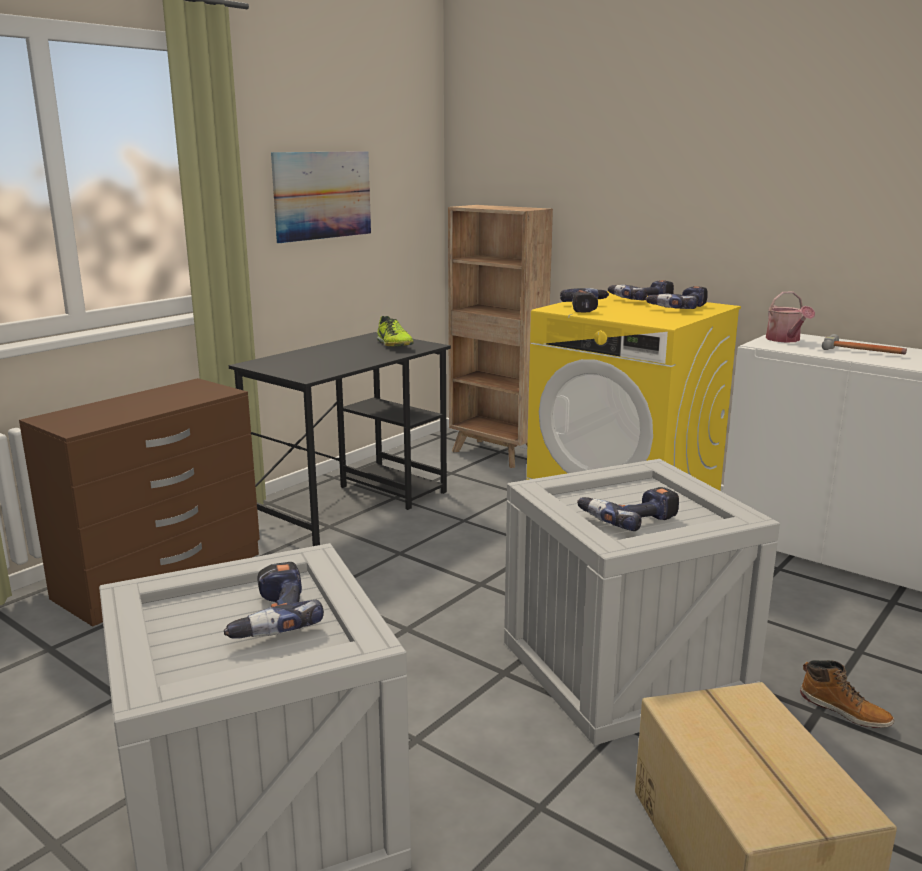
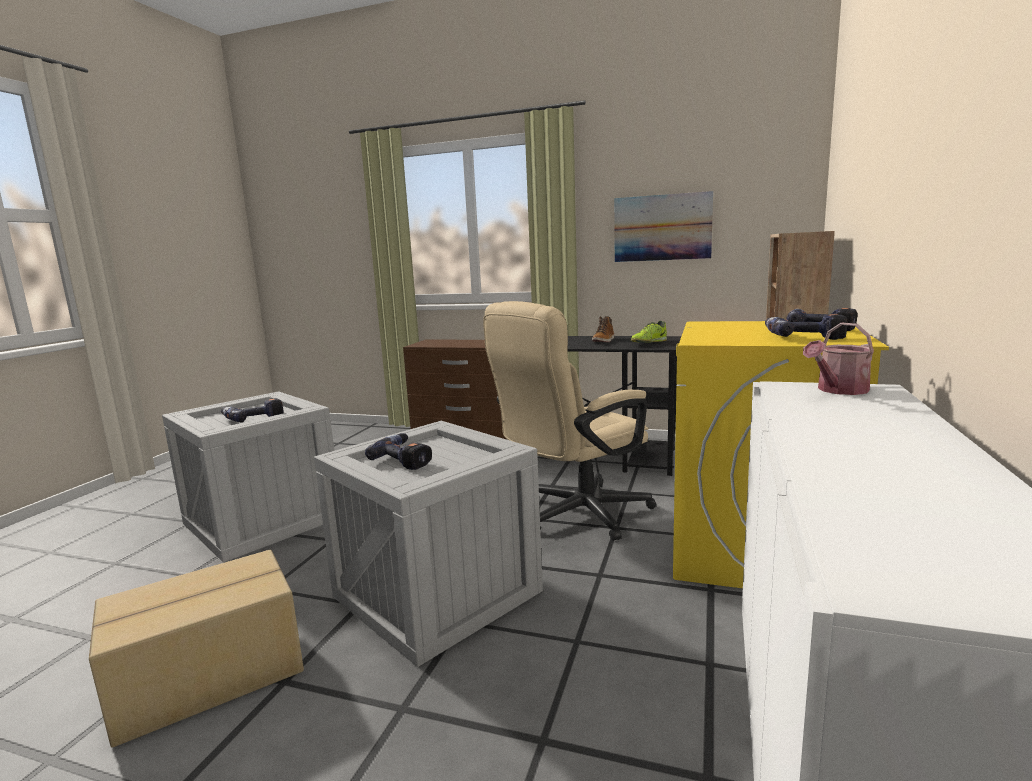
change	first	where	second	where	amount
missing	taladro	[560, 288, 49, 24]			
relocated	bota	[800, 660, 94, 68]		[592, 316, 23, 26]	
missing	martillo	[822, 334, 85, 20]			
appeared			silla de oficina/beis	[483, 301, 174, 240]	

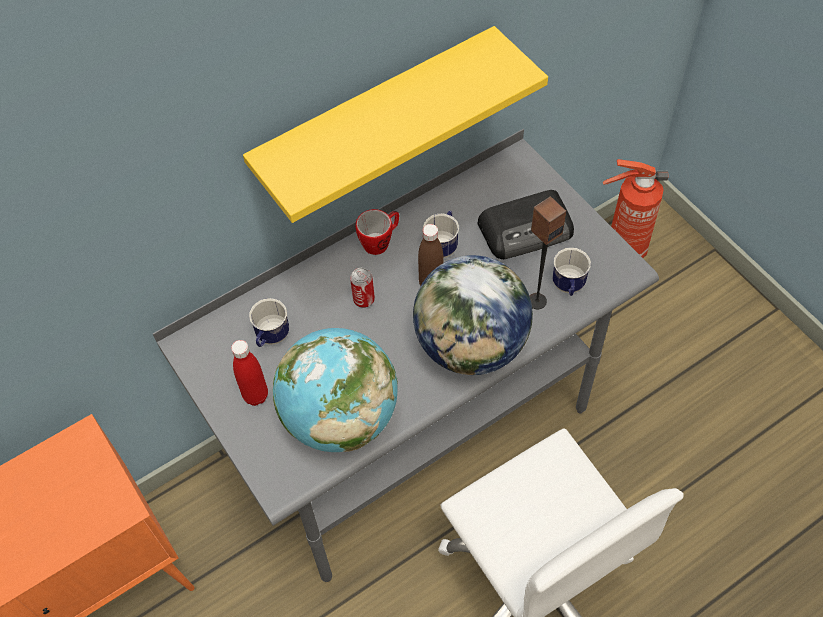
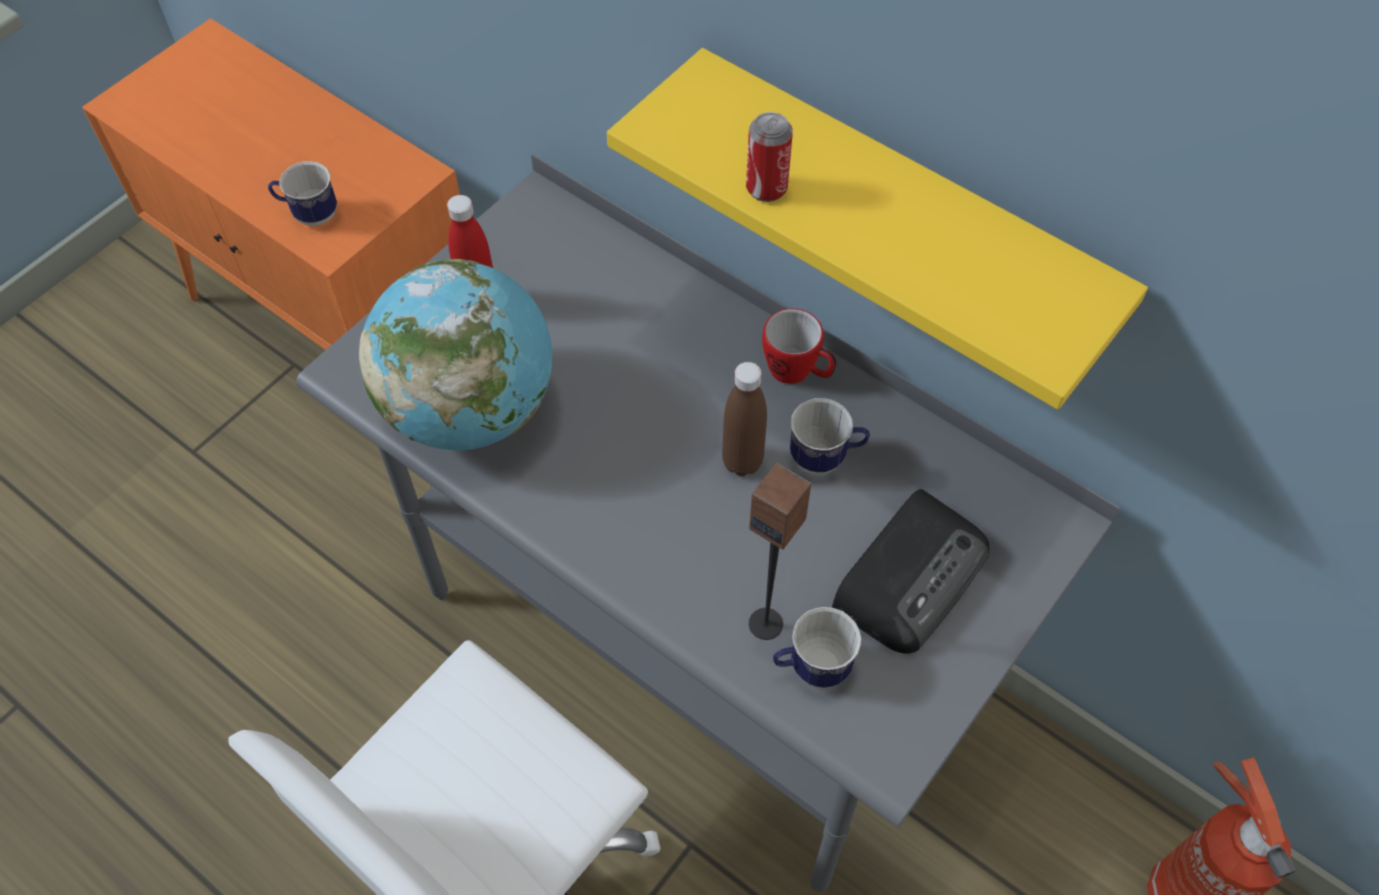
change	first	where	second	where	amount
relocated	taza grande	[249, 298, 40, 49]		[268, 161, 69, 65]	
relocated	lata	[350, 268, 25, 40]		[746, 112, 47, 90]	
missing	globo terráqueo	[413, 255, 120, 120]			
spun	radio	[478, 190, 96, 69]		[832, 489, 157, 165]	105 degrees counterclockwise

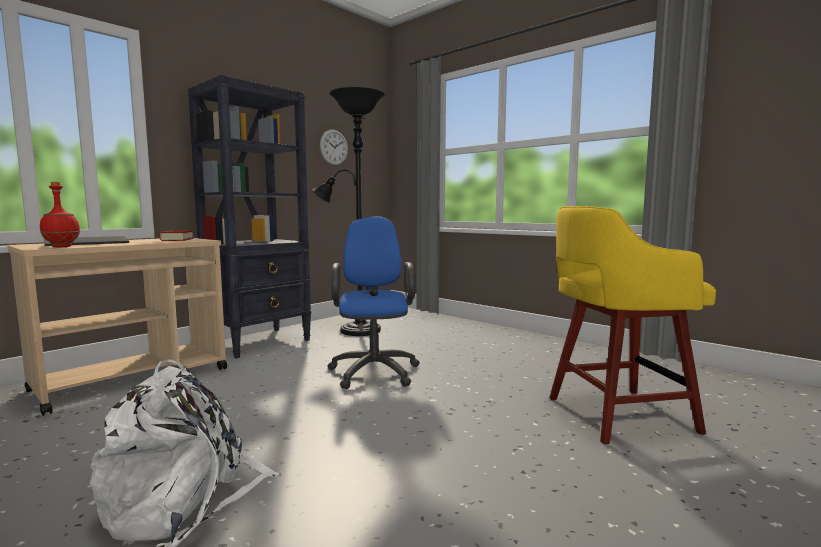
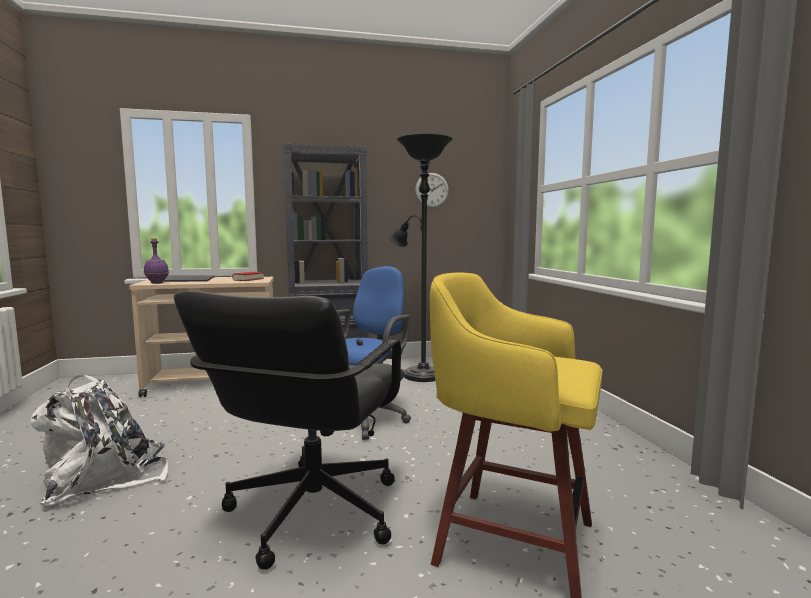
change	first	where	second	where	amount
colour	botella/rojo	[40, 182, 40, 65]	botella/morado	[144, 238, 25, 46]	
appeared			silla de oficina/negro	[174, 291, 231, 279]	

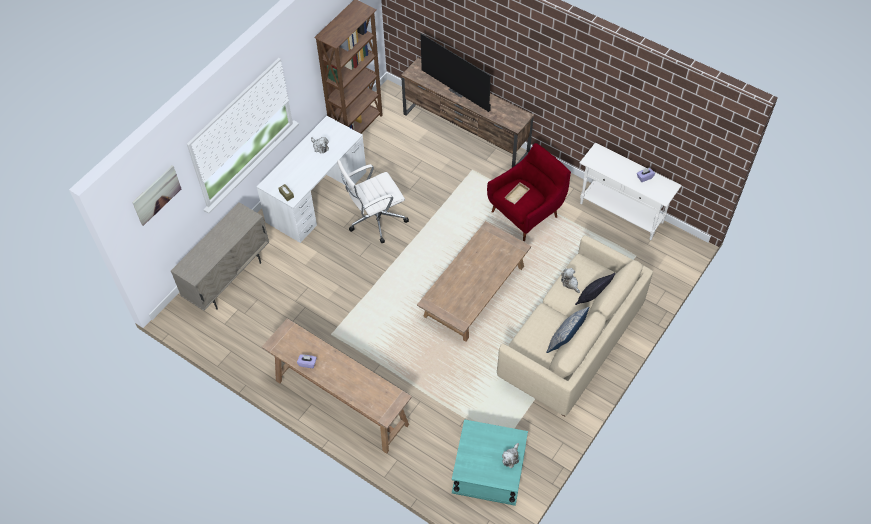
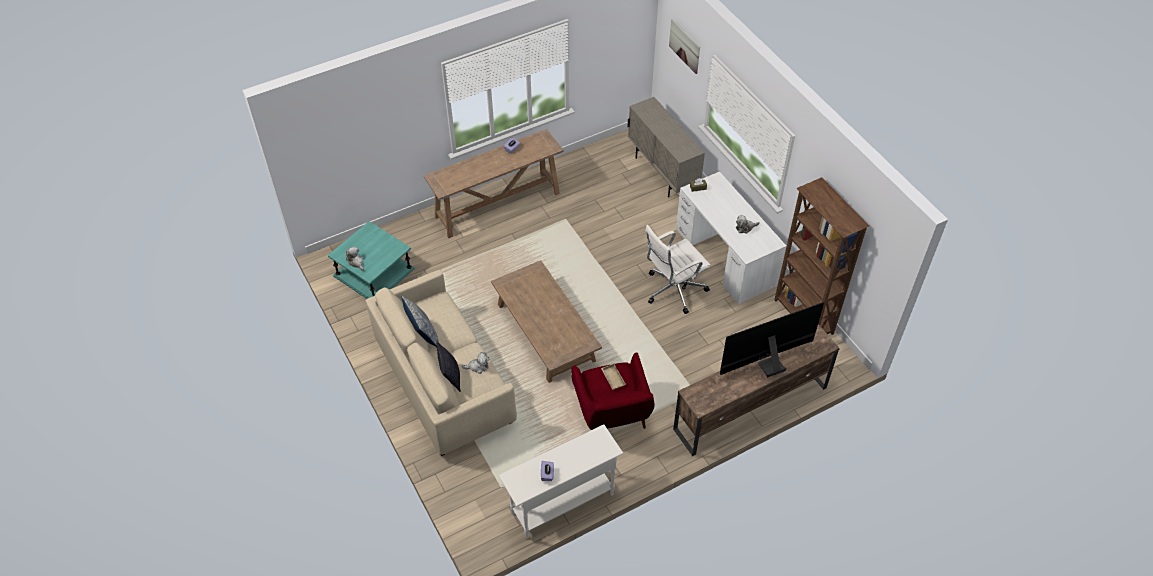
change	first	where	second	where	amount
spun	silla de oficina/blanco	[337, 159, 72, 84]		[645, 225, 66, 89]	120 degrees counterclockwise

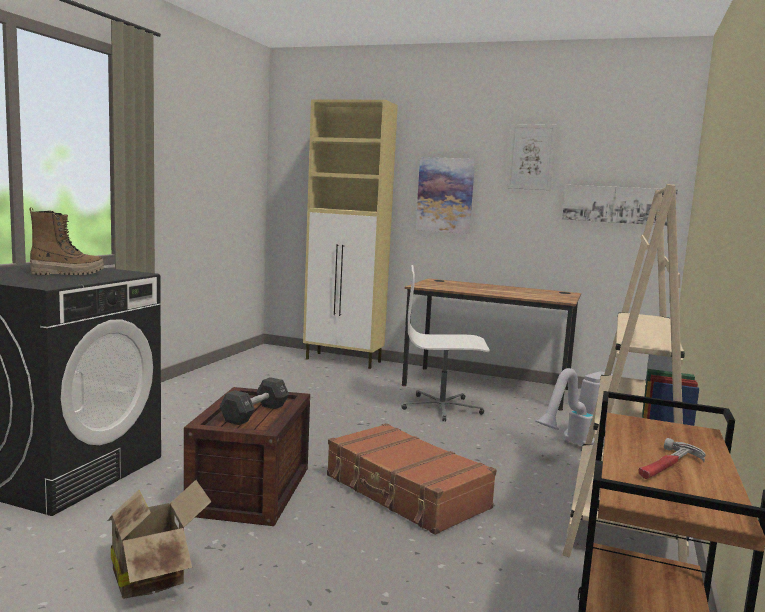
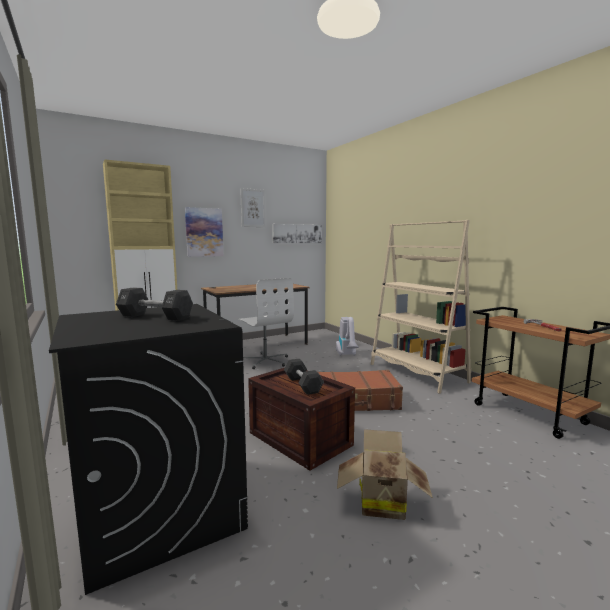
change	first	where	second	where	amount
exchanged	bota	[30, 208, 74, 67]	mancuerna/negro	[116, 287, 77, 34]	
spun	silla de oficina/blanco	[402, 265, 88, 157]		[238, 278, 56, 91]	75 degrees counterclockwise

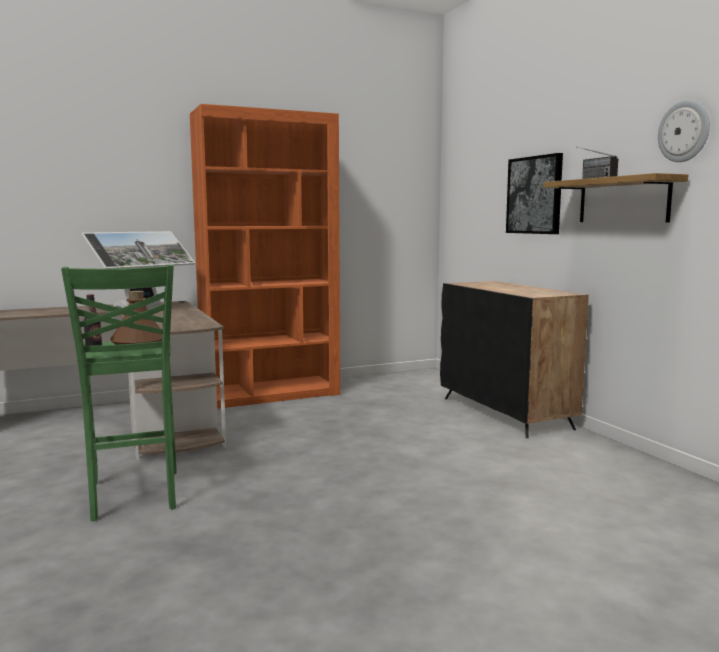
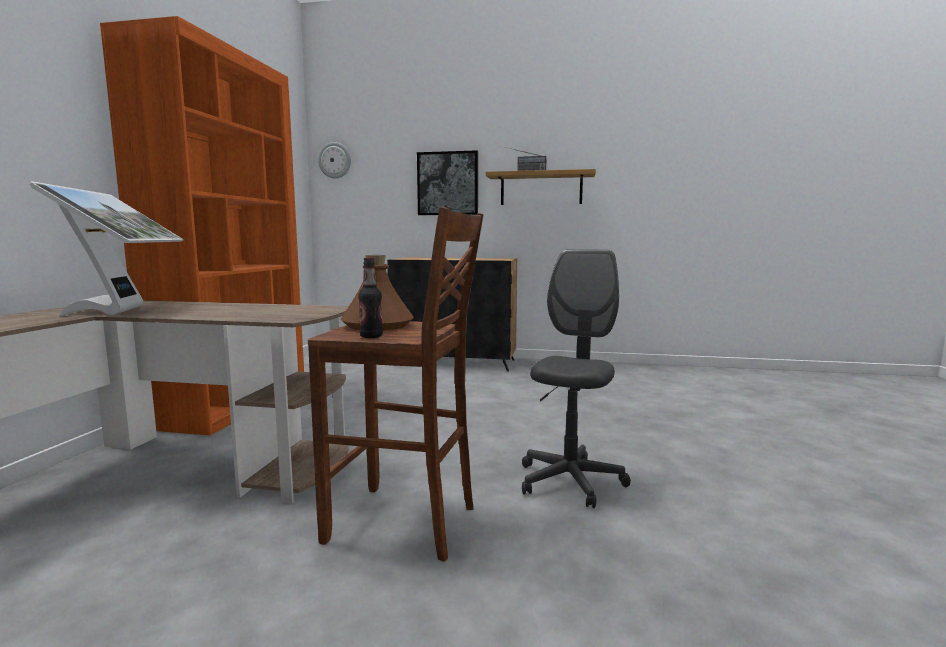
change	first	where	second	where	amount
colour	taburete/verde	[61, 264, 116, 257]	taburete/marrón	[308, 207, 175, 355]	
relocated	reloj de pared	[658, 100, 52, 62]		[318, 142, 33, 37]	
appeared			silla de oficina/gris	[522, 249, 109, 260]	

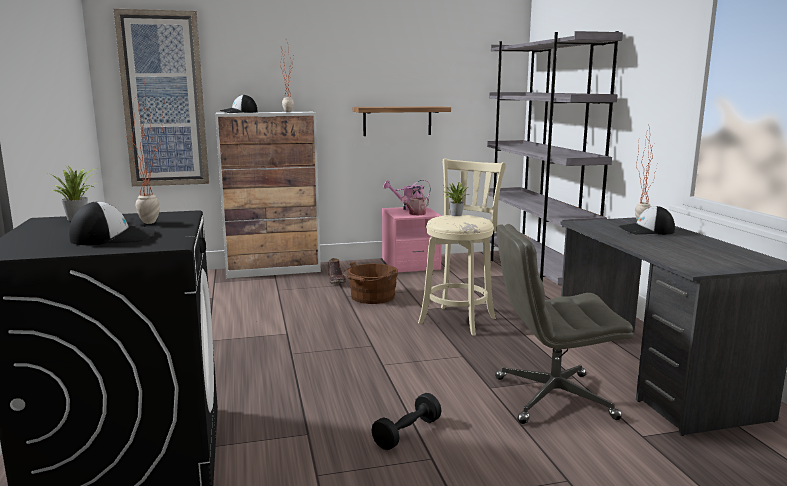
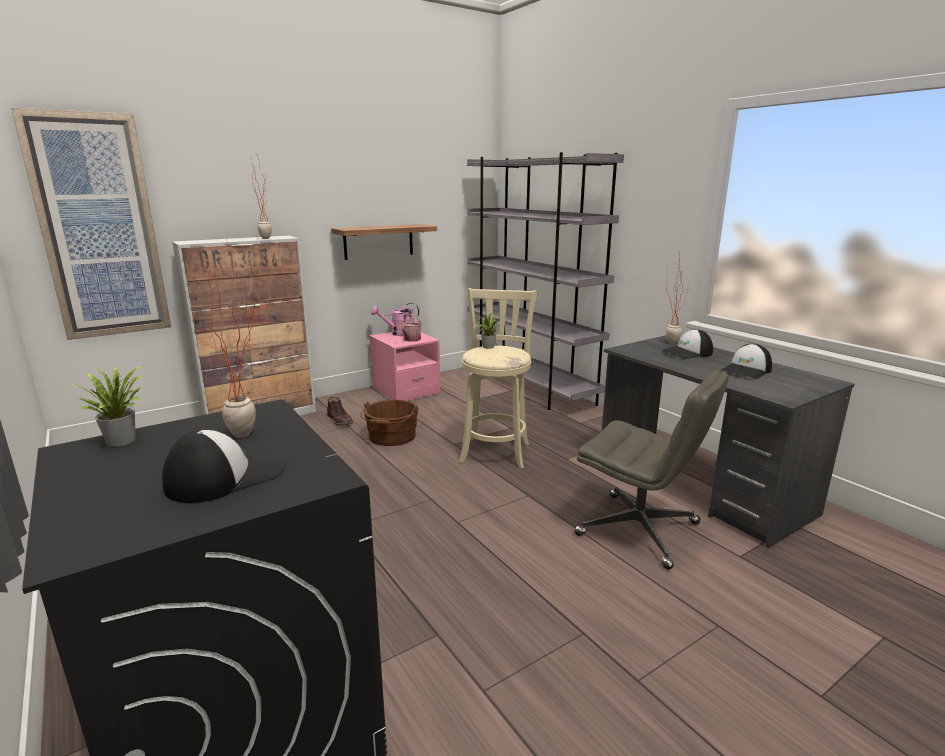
change	first	where	second	where	amount
relocated	gorra	[220, 95, 38, 18]		[721, 344, 51, 35]	
missing	mancuerna/negro	[372, 393, 69, 57]			
spun	silla de oficina/gris	[495, 224, 138, 200]		[574, 370, 155, 200]	120 degrees counterclockwise

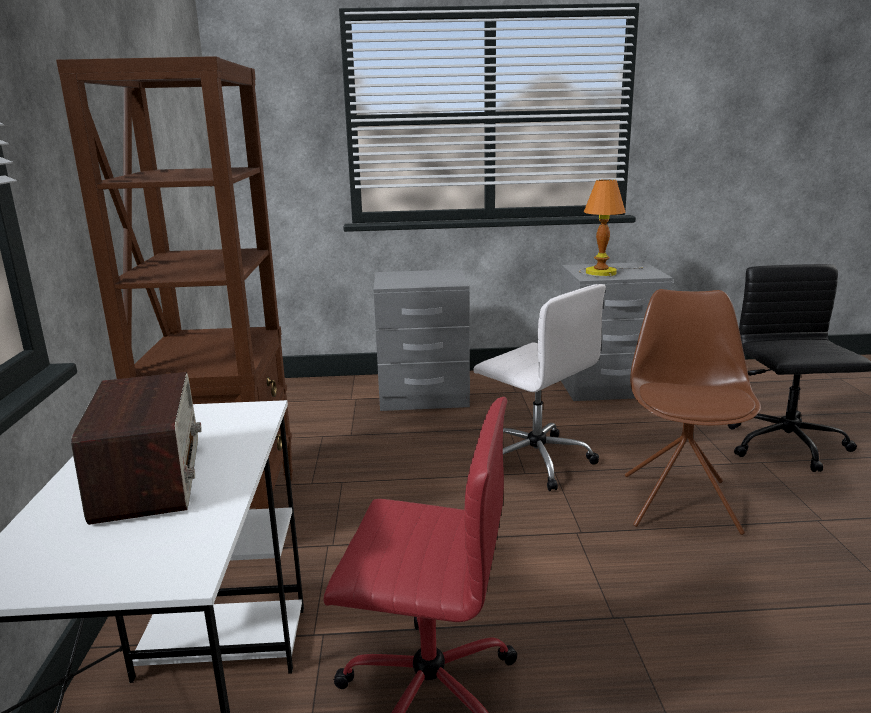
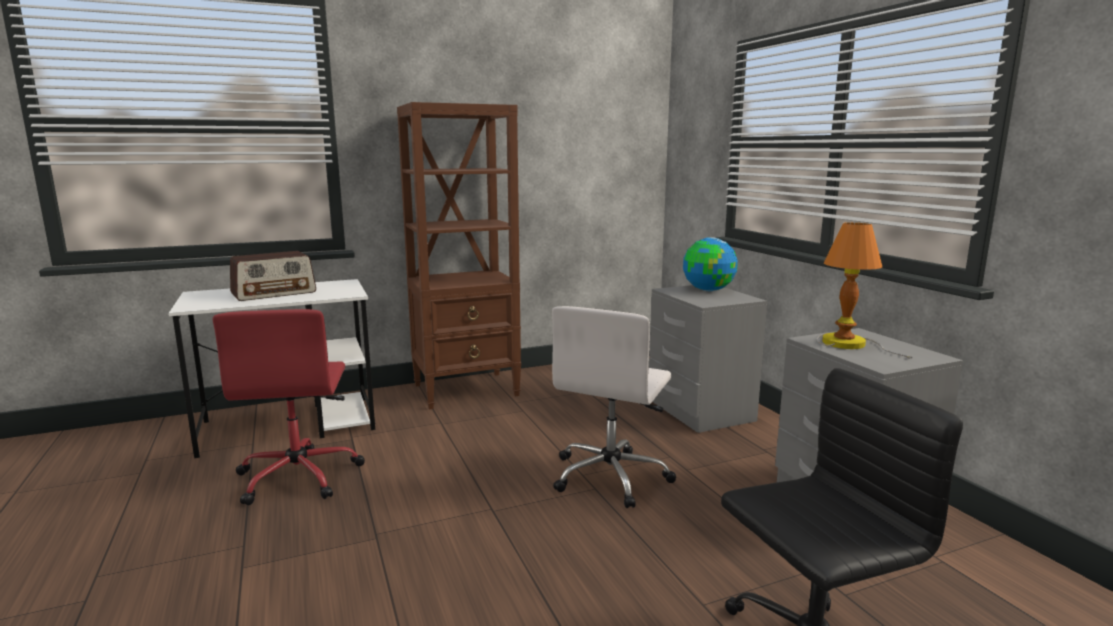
change	first	where	second	where	amount
missing	silla/marrón	[625, 289, 136, 246]			
appeared			globo terráqueo	[683, 237, 55, 54]	

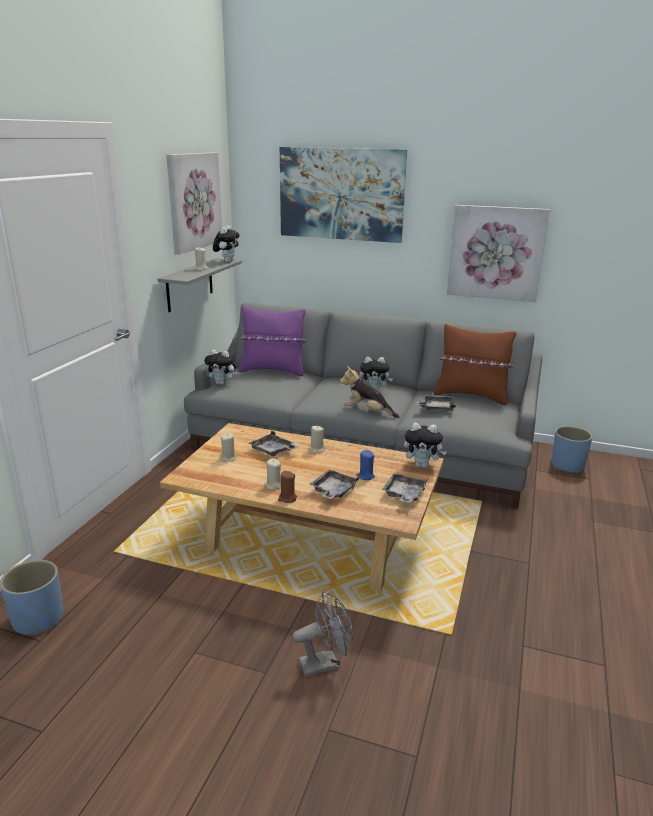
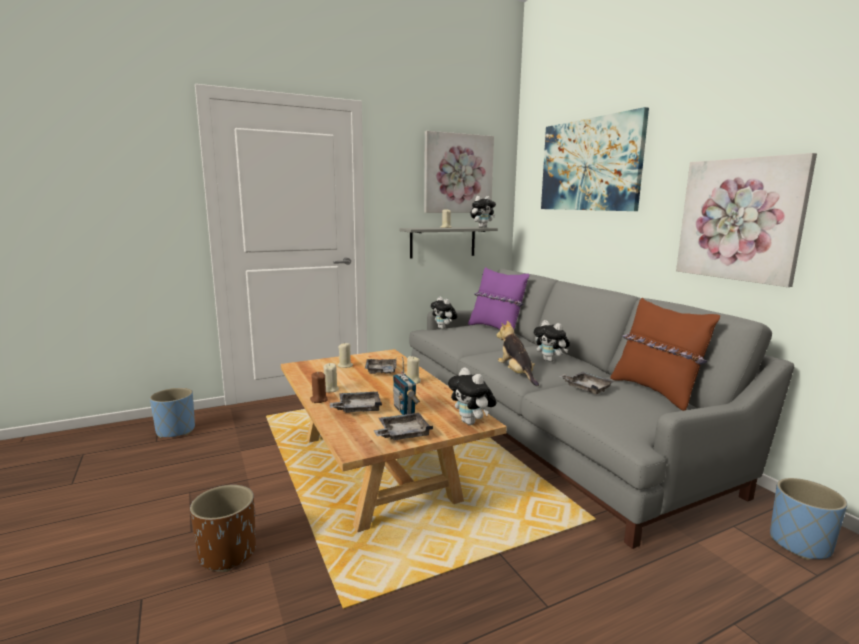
change	first	where	second	where	amount
exchanged	ventilador/gris	[293, 591, 60, 86]	maceta/marrón	[190, 485, 66, 87]	
exchanged	vela/azul	[357, 450, 18, 30]	radio	[393, 357, 27, 58]	

